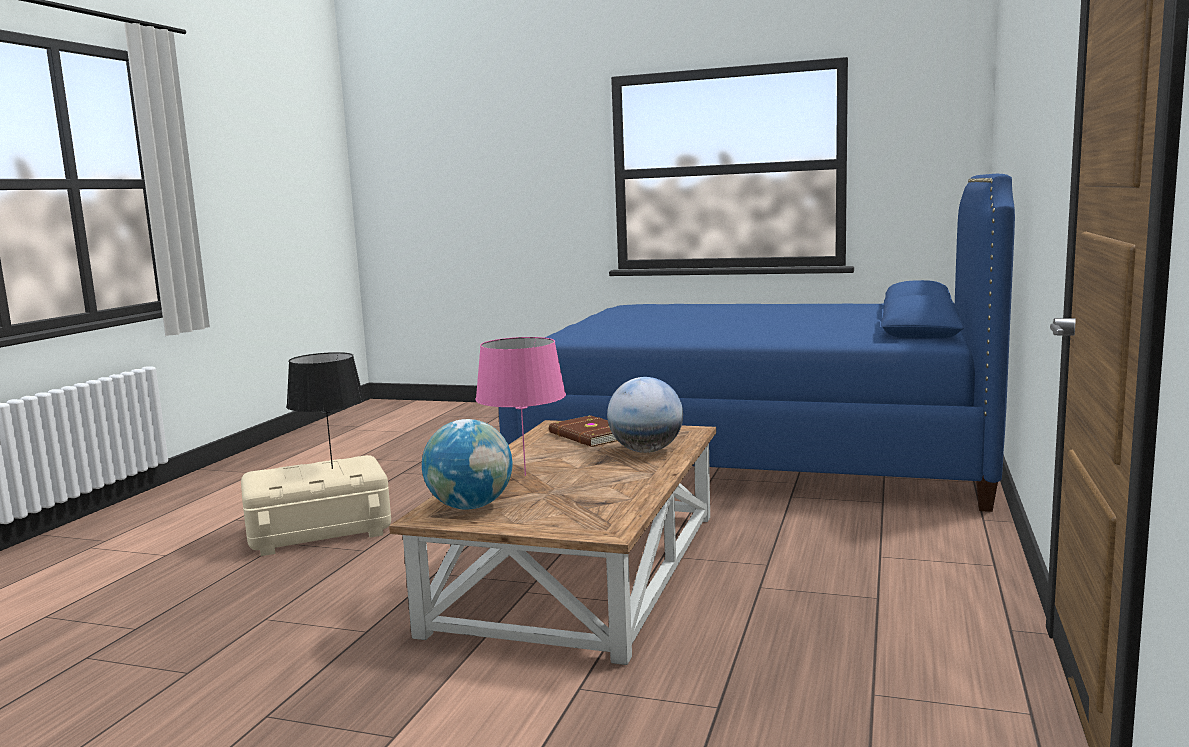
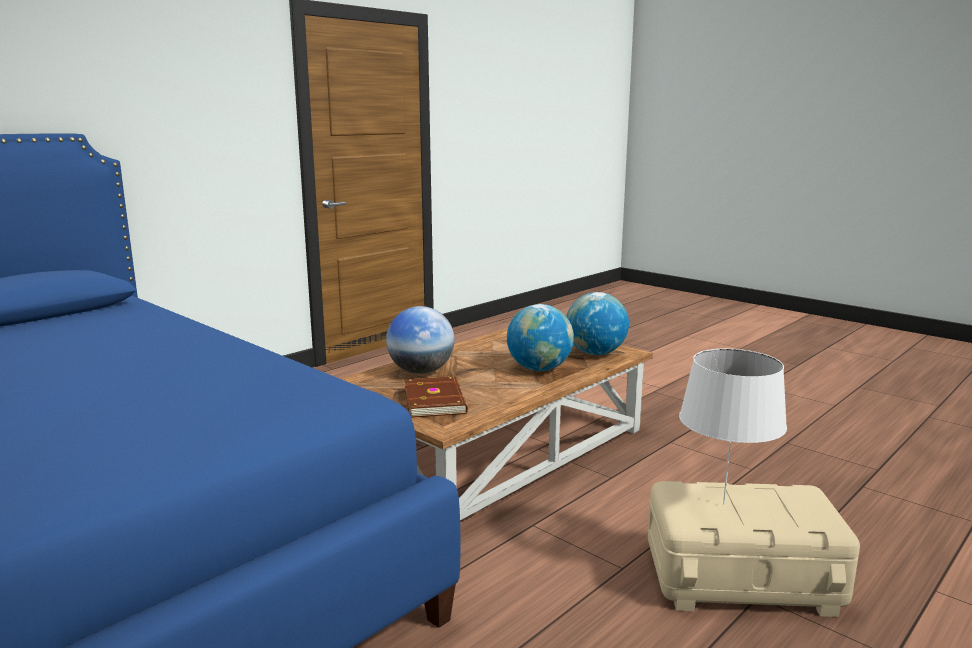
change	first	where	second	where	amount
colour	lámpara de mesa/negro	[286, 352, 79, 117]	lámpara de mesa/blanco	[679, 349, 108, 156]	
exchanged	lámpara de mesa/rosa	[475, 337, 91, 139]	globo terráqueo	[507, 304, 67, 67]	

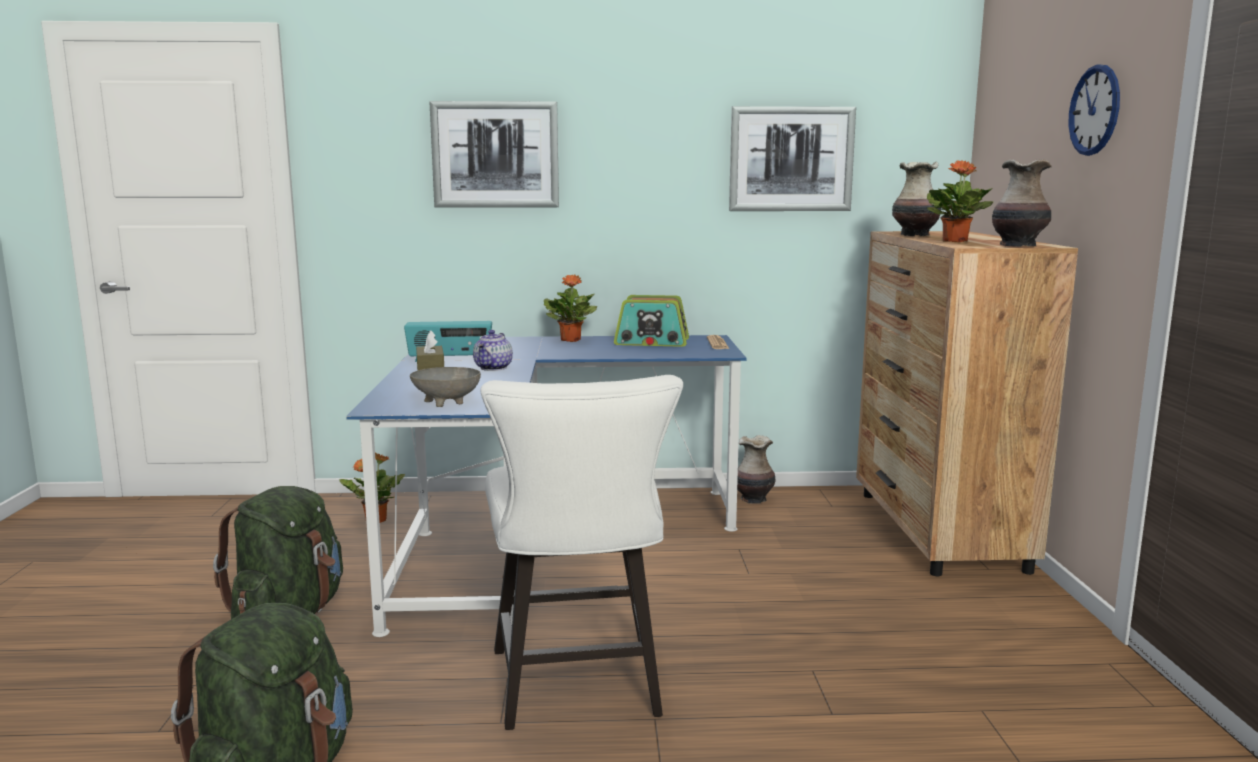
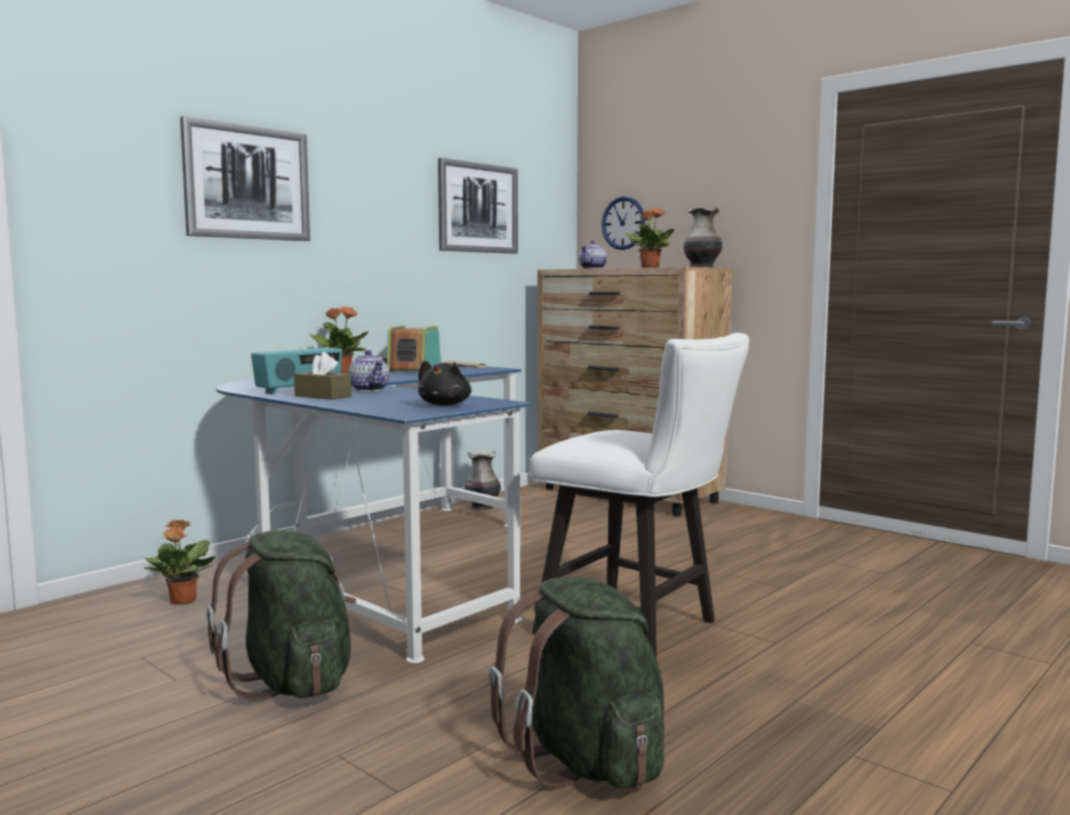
change	first	where	second	where	amount
exchanged	cuenco/gris	[410, 367, 71, 40]	peluche/negro	[418, 361, 53, 45]	
spun	radio	[614, 295, 75, 52]		[383, 326, 58, 46]	135 degrees clockwise
exchanged	florero	[892, 162, 49, 74]	tetera	[579, 240, 28, 29]	
relocated	reloj de pared	[1069, 65, 51, 91]		[602, 196, 43, 54]	

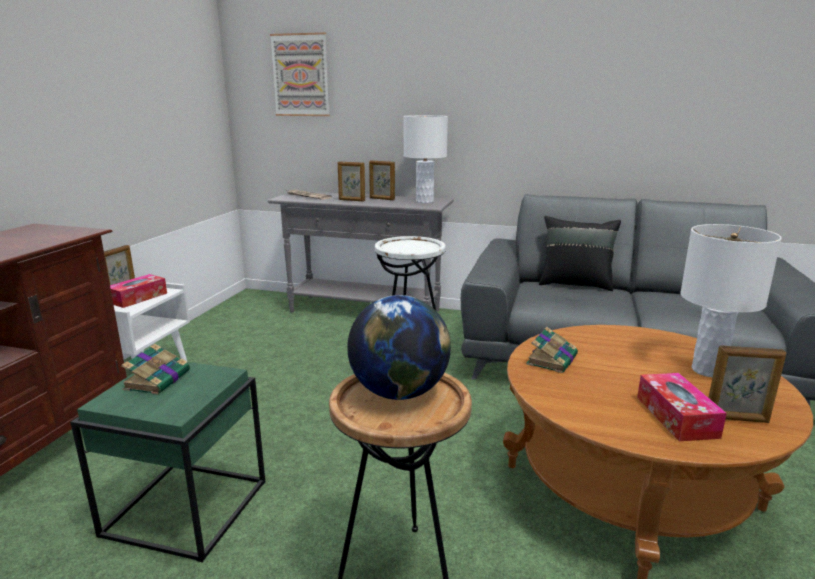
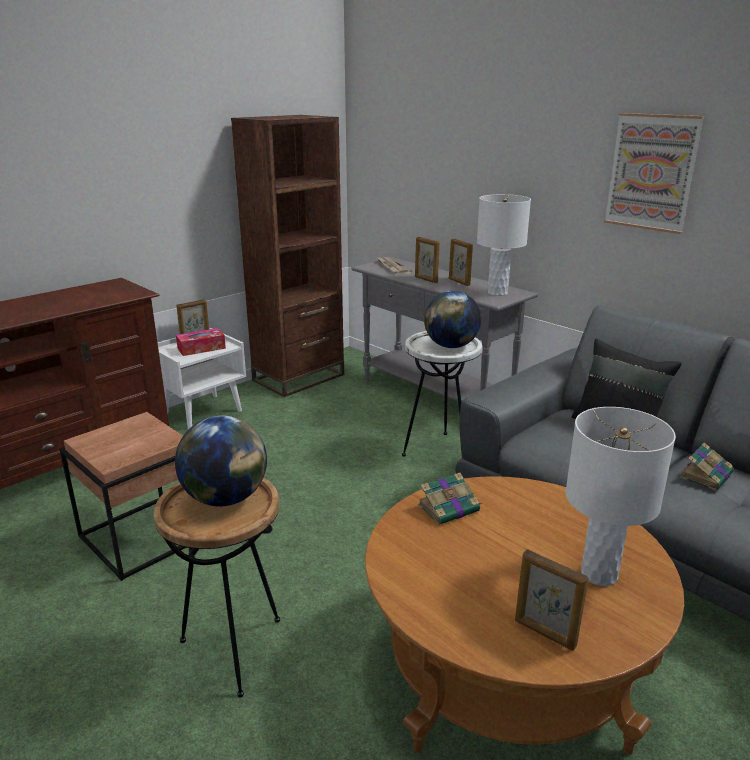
change	first	where	second	where	amount
colour	mesa auxiliar/verde	[70, 362, 195, 200]	mesa auxiliar/marrón	[59, 412, 128, 169]	
relocated	libro	[121, 344, 69, 51]		[680, 443, 54, 48]	
relocated	cuadro	[270, 32, 60, 84]		[604, 113, 101, 121]	
missing	caja de pañuelos	[637, 373, 90, 68]			
appeared			estantería/marrón	[231, 115, 113, 282]	
appeared			globo terráqueo	[424, 291, 57, 57]	

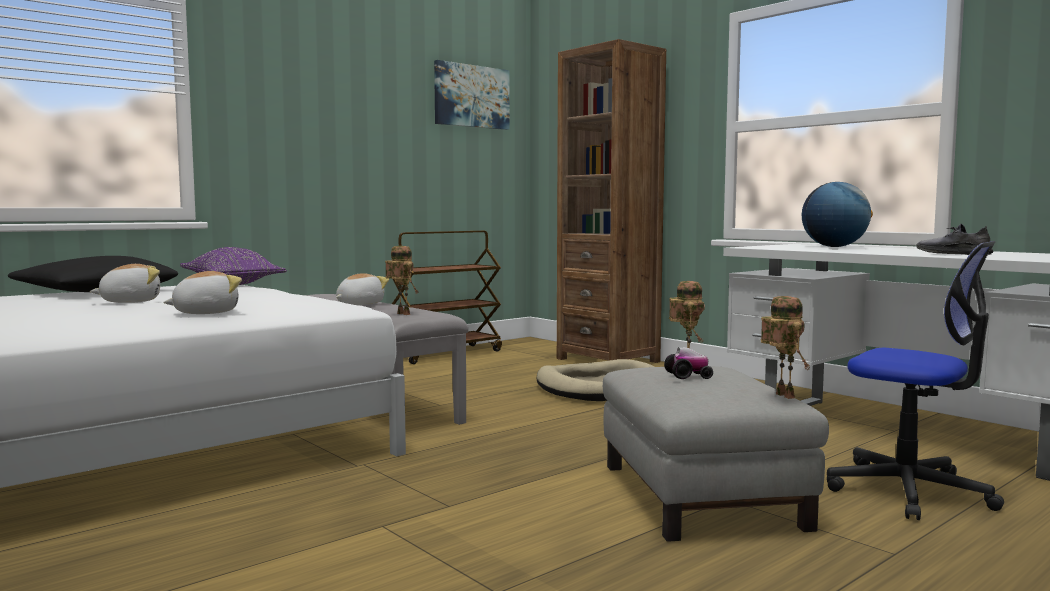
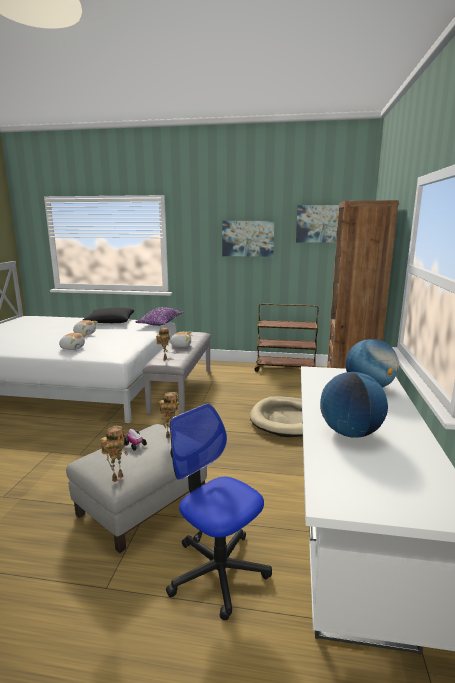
change	first	where	second	where	amount
spun	silla de oficina	[827, 241, 177, 279]		[166, 404, 106, 216]	135 degrees clockwise
exchanged	zapato/gris	[916, 224, 77, 31]	globo terráqueo	[320, 372, 68, 66]	
appeared			cuadro	[222, 221, 53, 36]	

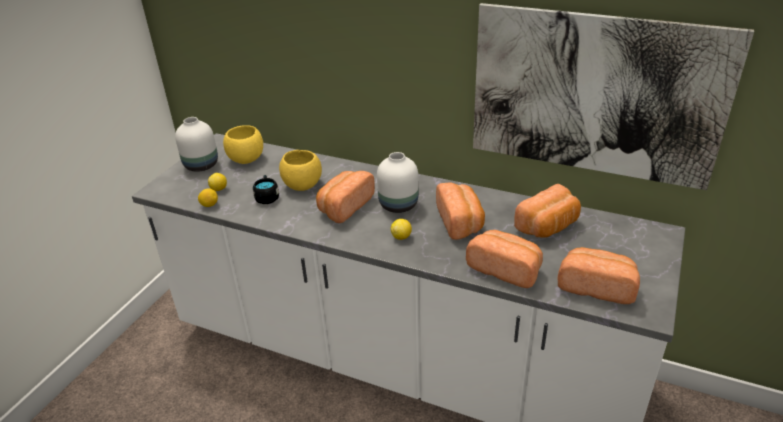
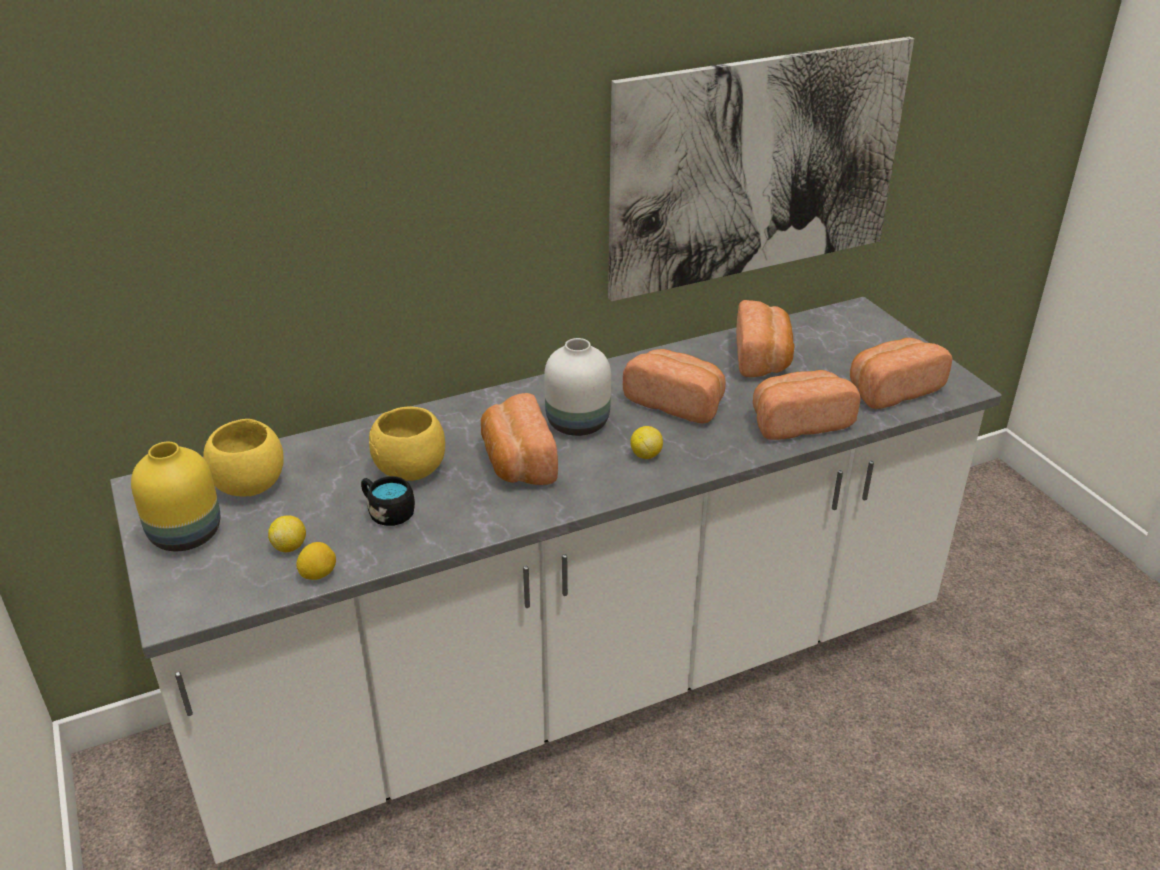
change	first	where	second	where	amount
colour	florero/blanco	[175, 117, 43, 55]	florero/amarillo	[131, 442, 89, 109]	

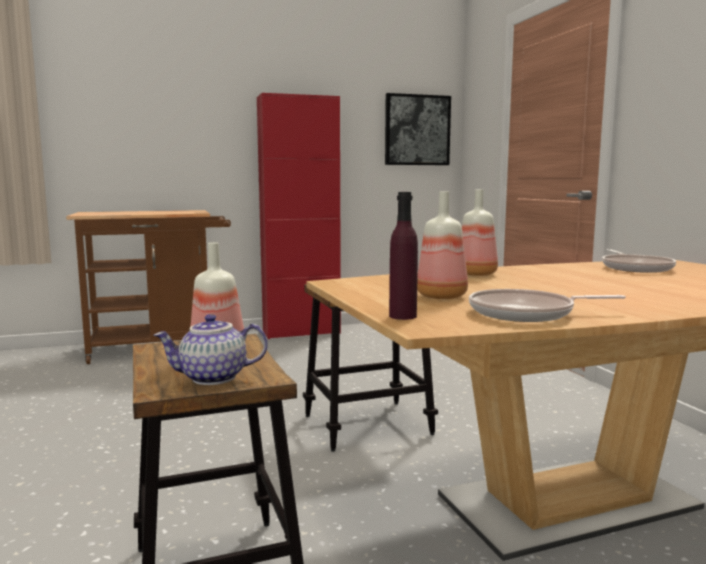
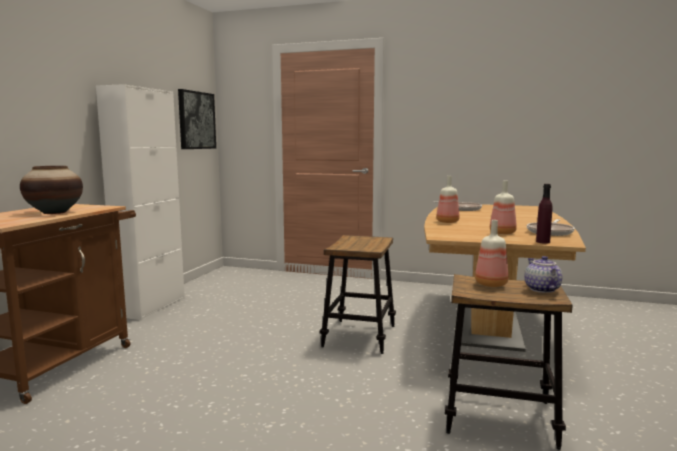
change	first	where	second	where	amount
spun	tetera	[153, 314, 115, 71]		[525, 256, 37, 37]	150 degrees clockwise
colour	armario/rojo	[257, 93, 84, 246]	armario/blanco	[96, 84, 89, 236]	
appeared			florero	[20, 166, 63, 48]	

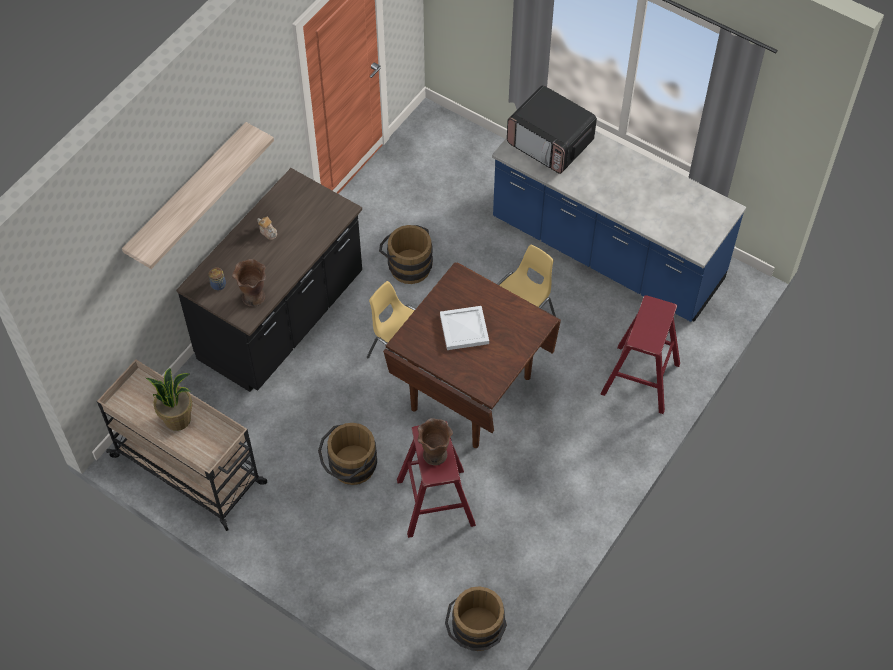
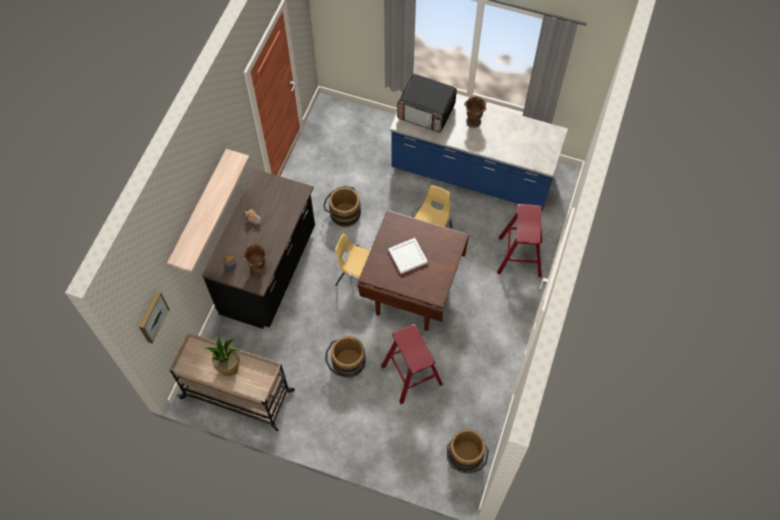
change	first	where	second	where	amount
relocated	florero/marrón	[418, 418, 35, 48]		[464, 96, 22, 32]	
appeared			cuadro	[138, 291, 32, 53]	

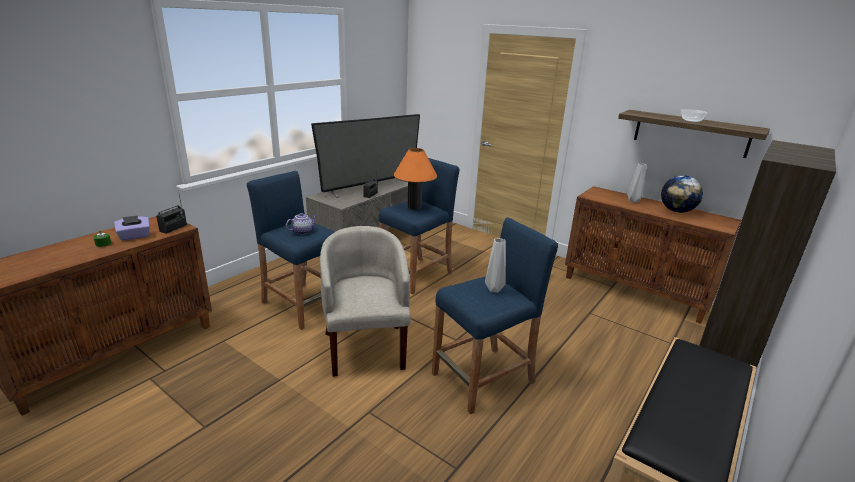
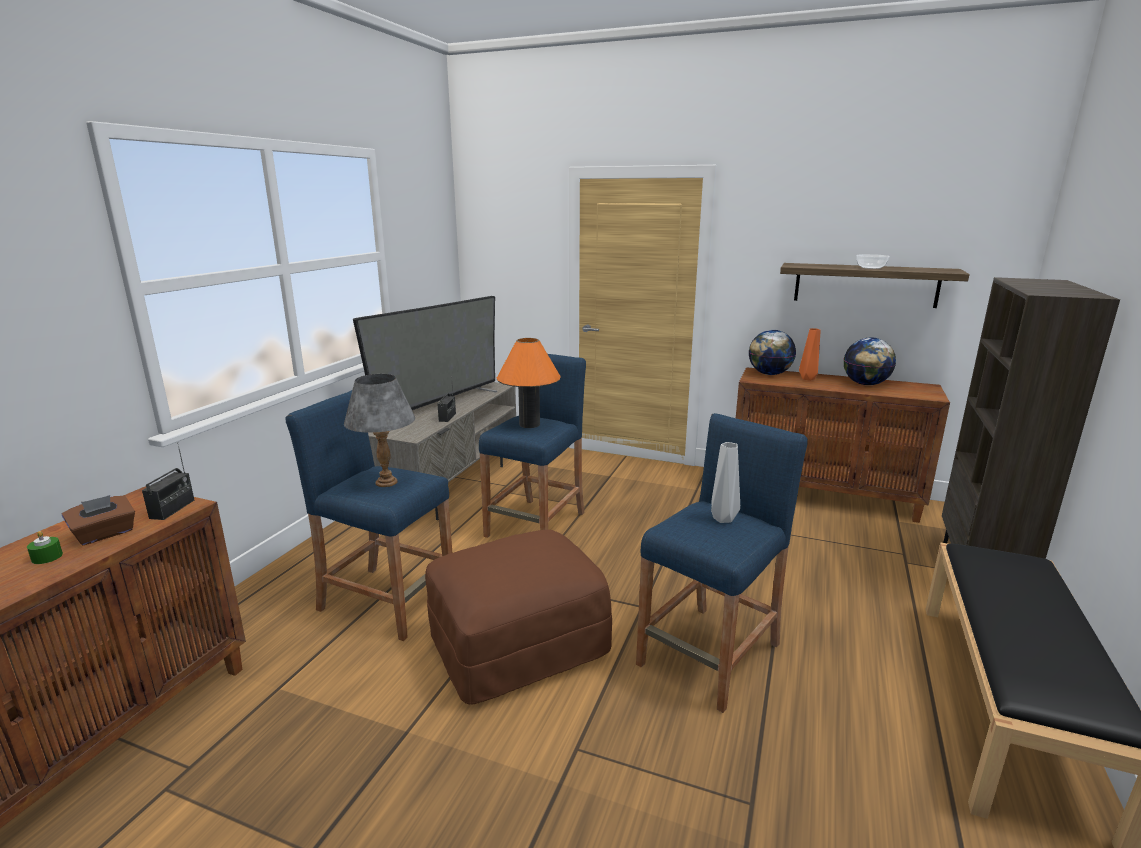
change	first	where	second	where	amount
colour	caja de pañuelos/morado	[114, 215, 36, 26]	caja de pañuelos/marrón	[62, 495, 73, 50]	
exchanged	tetera	[286, 213, 31, 21]	lámpara de mesa/gris	[344, 374, 71, 113]	
exchanged	sillón/beis	[320, 226, 91, 151]	puf/marrón	[425, 529, 187, 176]	
colour	florero/gris	[627, 163, 20, 40]	florero/naranja	[799, 328, 22, 53]	
appeared			globo terráqueo	[749, 330, 47, 45]	

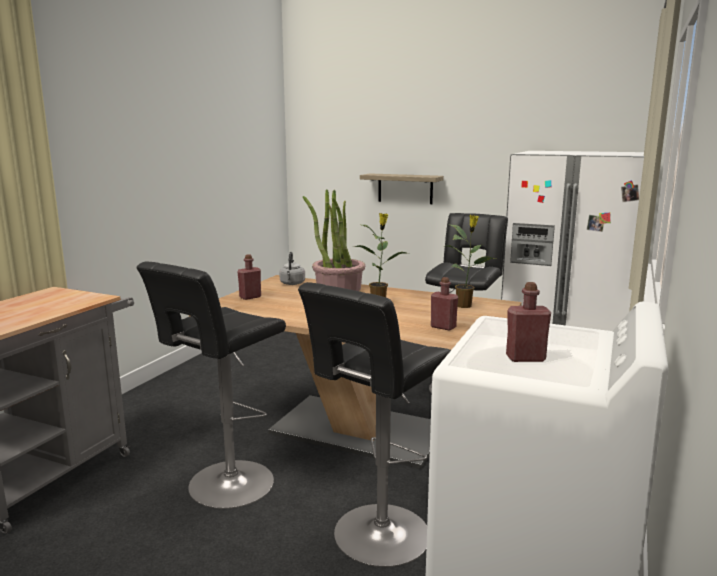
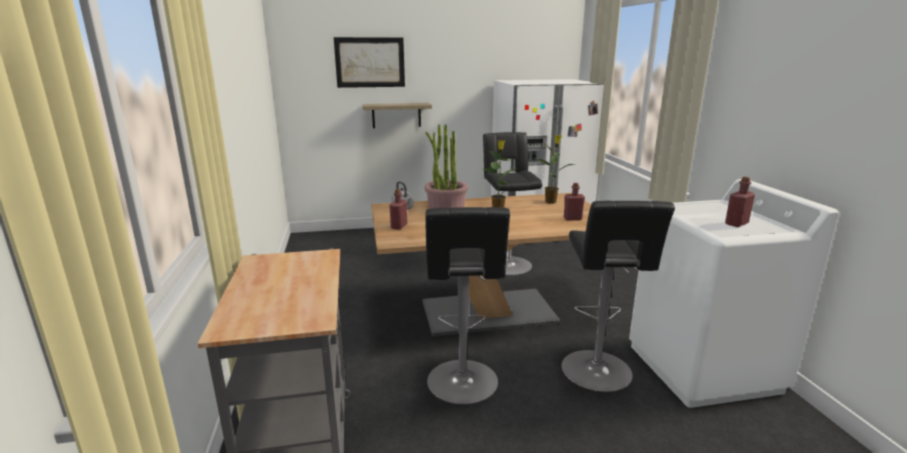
change	first	where	second	where	amount
appeared			cuadro	[334, 37, 71, 51]	

